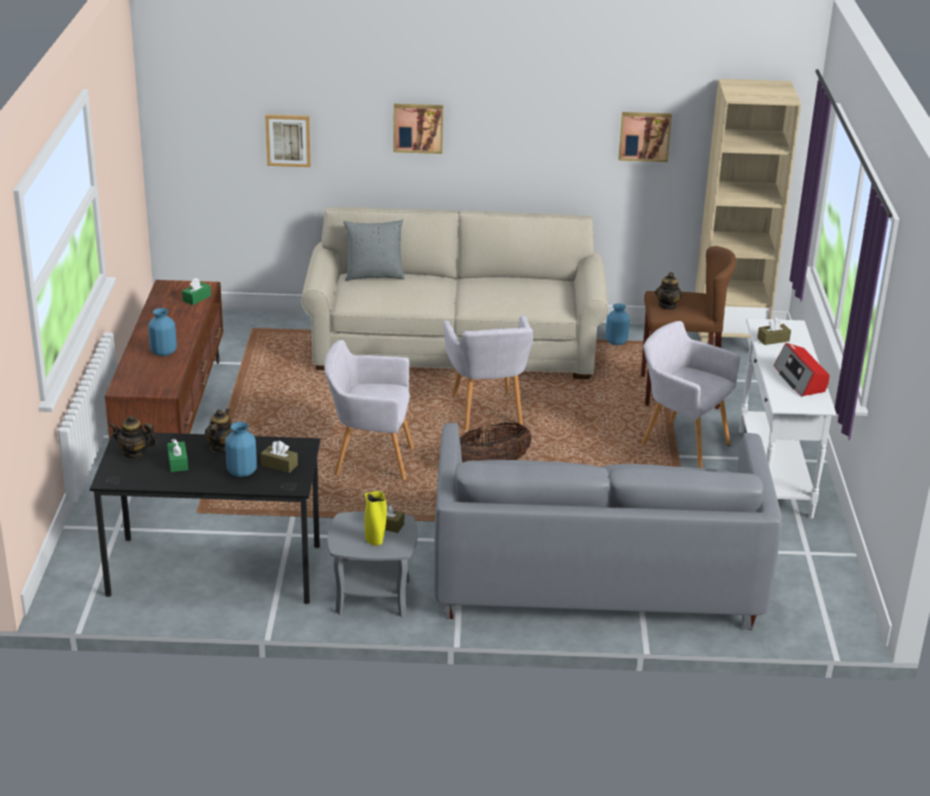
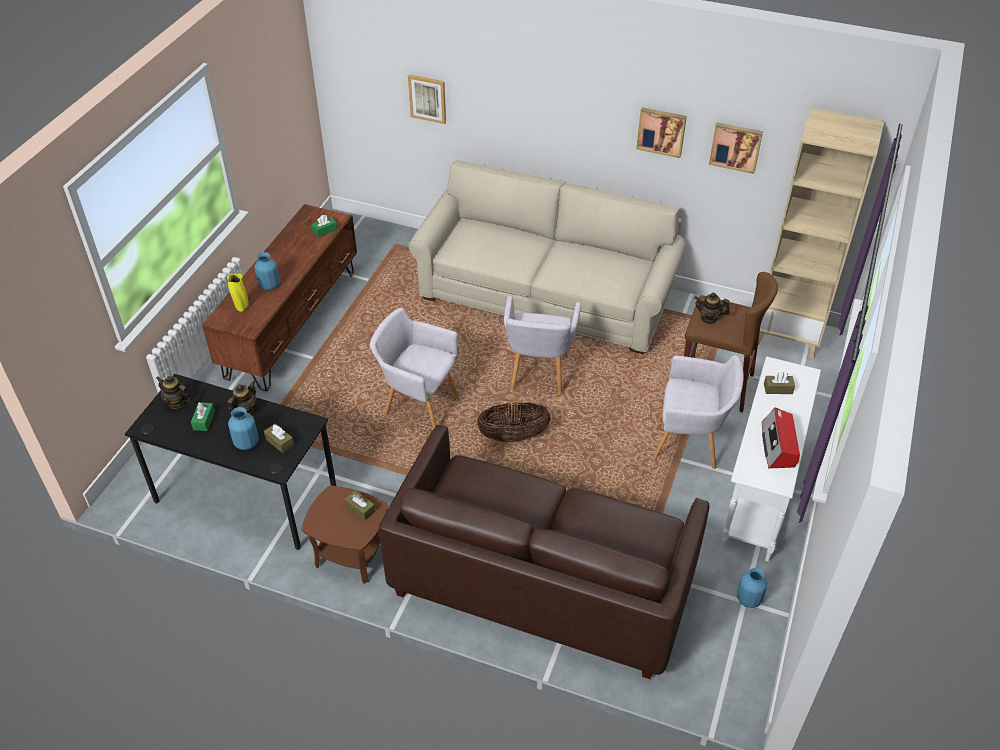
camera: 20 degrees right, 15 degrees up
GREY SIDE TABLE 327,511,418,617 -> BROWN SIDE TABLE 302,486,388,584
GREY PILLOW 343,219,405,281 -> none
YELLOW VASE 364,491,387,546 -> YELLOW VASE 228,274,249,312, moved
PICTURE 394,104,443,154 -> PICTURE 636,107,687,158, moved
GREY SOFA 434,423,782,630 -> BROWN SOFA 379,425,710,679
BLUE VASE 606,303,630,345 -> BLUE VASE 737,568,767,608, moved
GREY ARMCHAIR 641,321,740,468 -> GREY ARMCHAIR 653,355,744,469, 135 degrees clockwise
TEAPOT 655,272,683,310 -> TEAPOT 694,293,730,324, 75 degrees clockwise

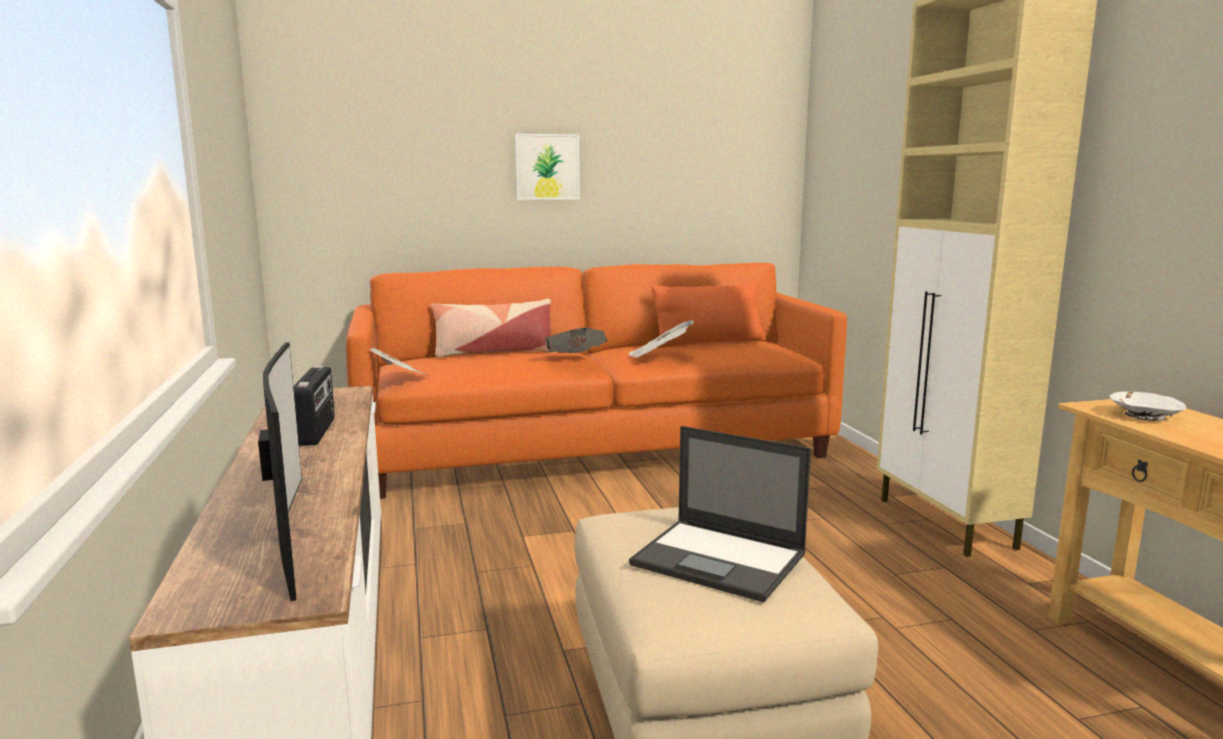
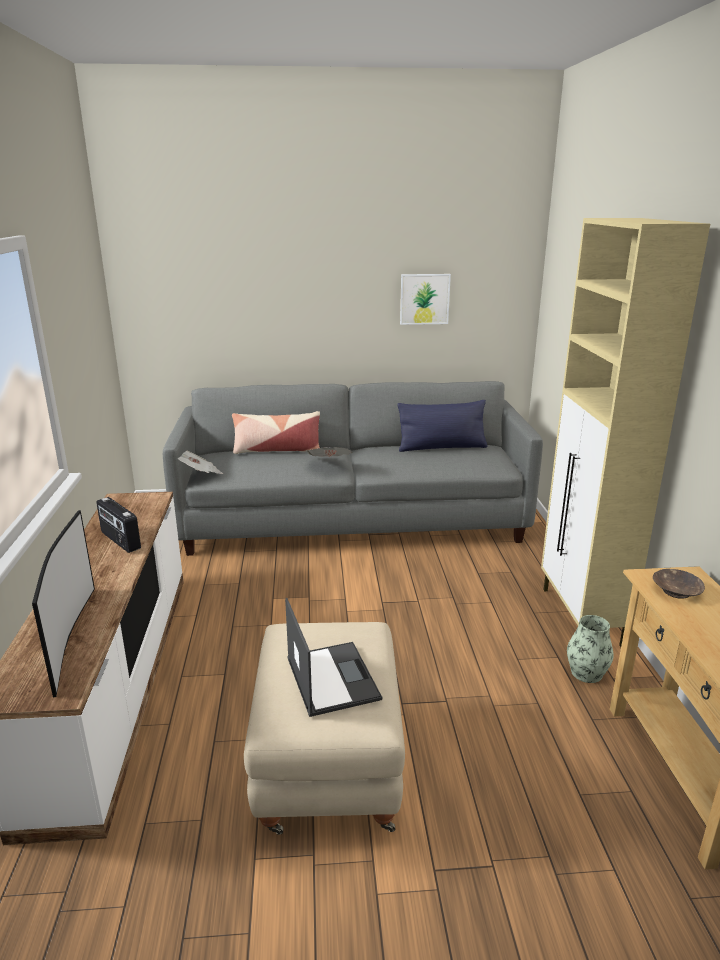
camera: 10 degrees right, 10 degrees up
RADIO 293,366,335,446 -> RADIO 96,497,141,553, 135 degrees clockwise
ORANGE SOFA 346,263,847,499 -> GREY SOFA 163,381,543,556
PICTURE 515,134,580,200 -> PICTURE 400,274,451,325, moved
NEWSPAPER 629,320,694,358 -> none
LAPTOP 629,426,811,602 -> LAPTOP 285,598,382,717, 150 degrees counterclockwise
ORANGE PILLOW 651,281,766,348 -> BLUE PILLOW 398,400,487,452
WHITE BOWL 1110,392,1186,421 -> BROWN BOWL 653,569,705,599
none -> VASE 567,615,614,683

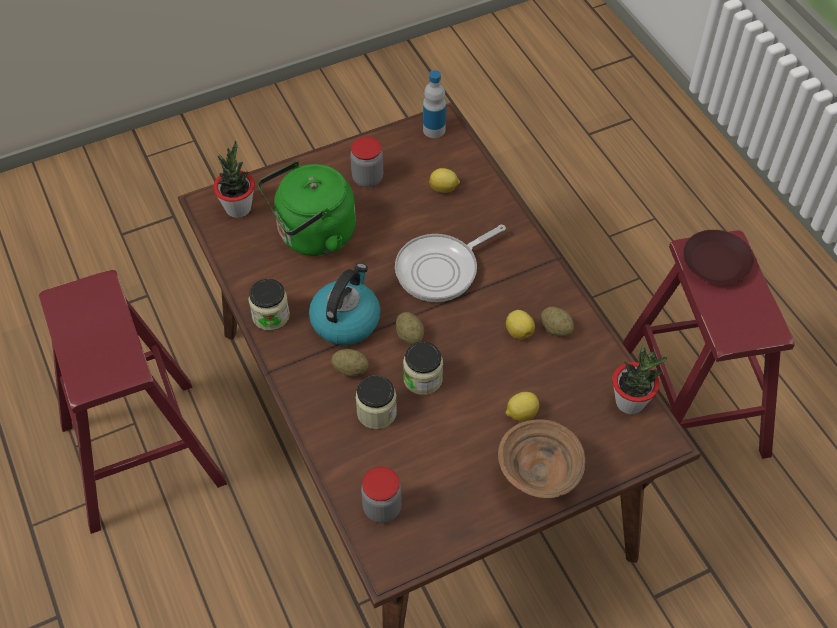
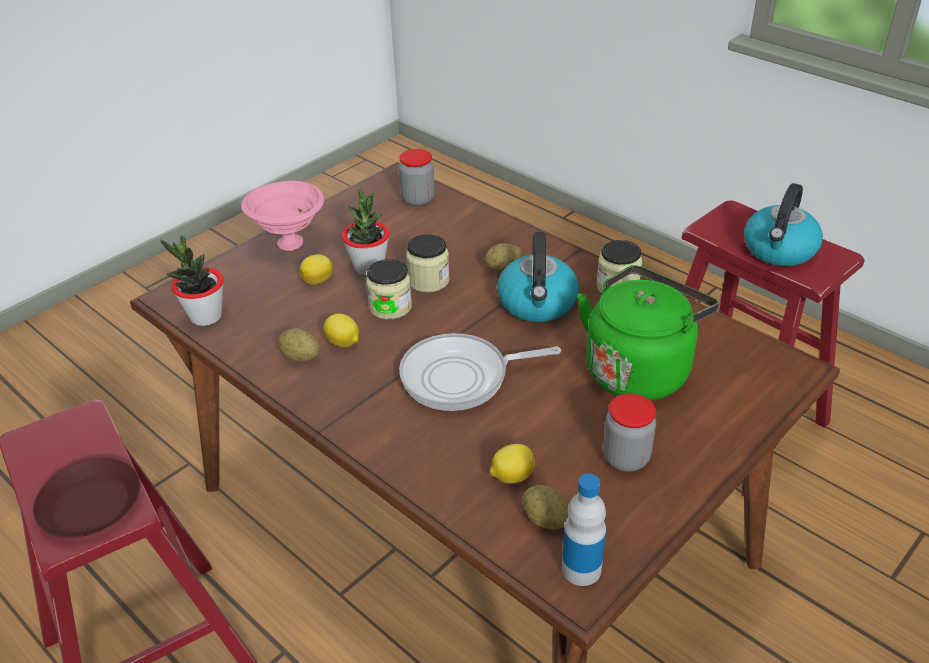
camera: 160 degrees right, 15 degrees down
POTTED PLANT 213,141,255,218 -> POTTED PLANT 342,189,390,275, moved
JAR 355,375,397,429 -> JAR 366,259,412,319, moved
FRYING PAN 395,225,506,302 -> FRYING PAN 399,333,561,411, 135 degrees counterclockwise
POTATO 396,312,424,344 -> POTATO 523,485,569,530, moved
BROWN BOWL 498,419,585,498 -> PINK BOWL 241,181,324,251
none -> KETTLE 744,183,823,266

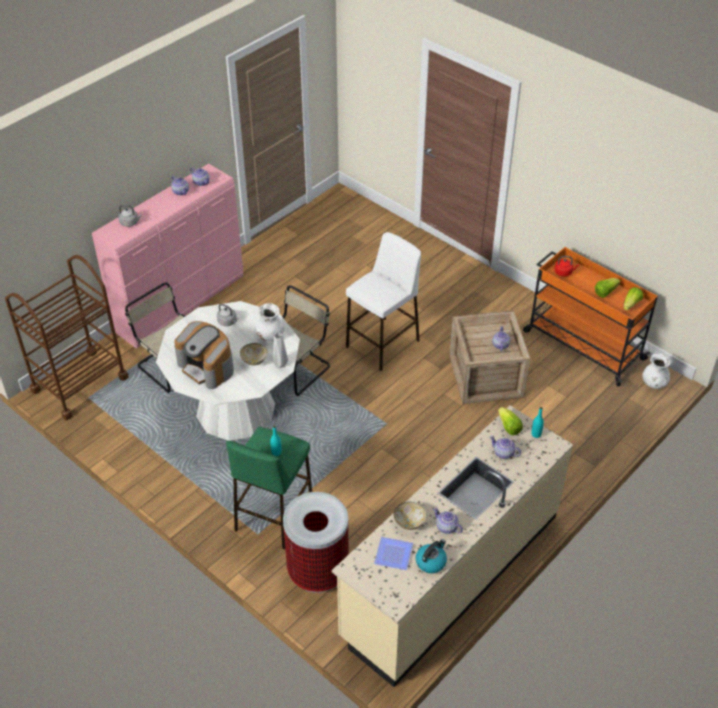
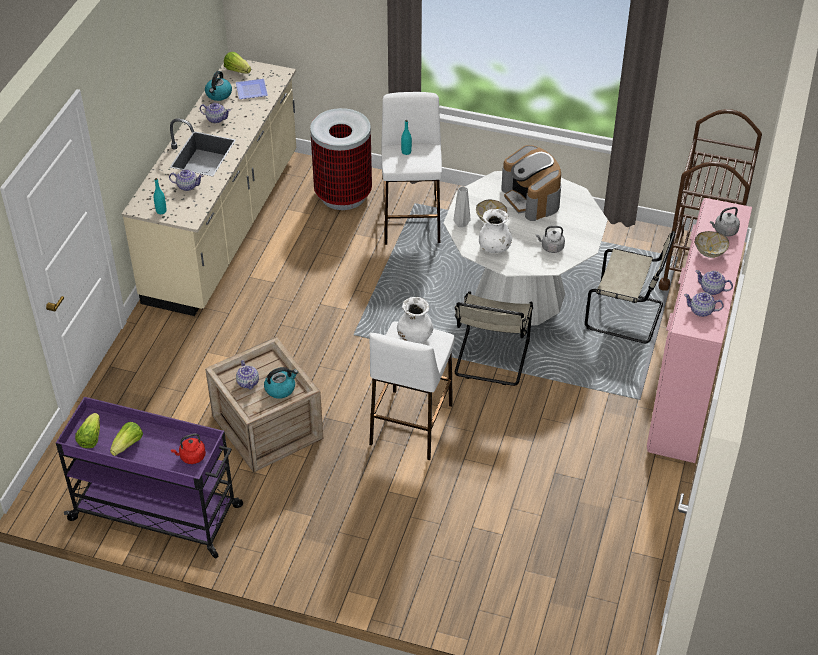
camera: 155 degrees right, 0 degrees up
COFFEE MACHINE 174,321,234,389 -> COFFEE MACHINE 501,145,561,221, 135 degrees counterclockwise
GREEN STOOL 226,427,312,549 -> WHITE STOOL 381,92,442,245
BOWL 394,502,427,530 -> BOWL 695,231,729,258, moved
LETTUCE 498,407,523,435 -> LETTUCE 224,52,251,73, moved
ORANGE CART 523,247,658,386 -> PURPLE CART 56,397,243,558
WHITE VASE 642,353,671,389 -> WHITE VASE 397,297,433,343, moved
none -> KETTLE 264,367,298,399

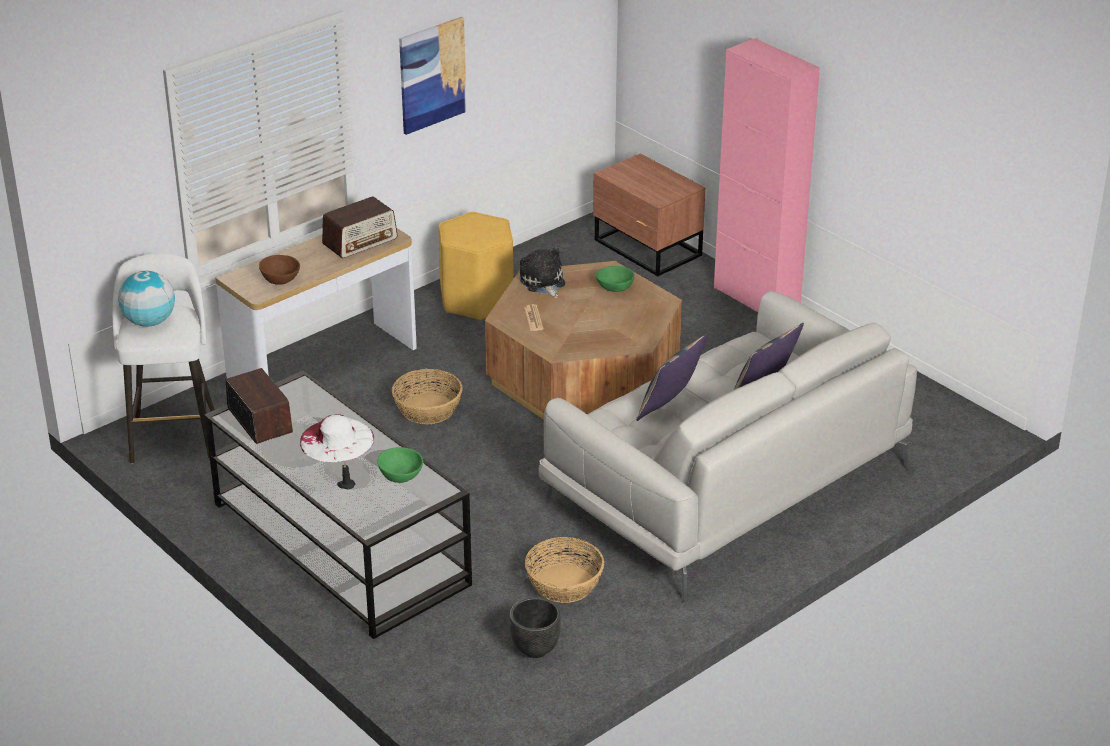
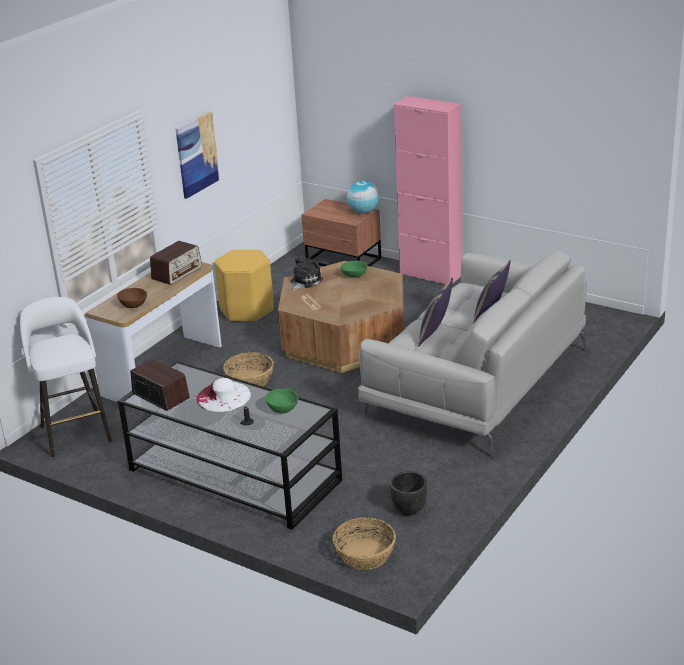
camera: 15 degrees left, 5 degrees down
GLOBE 118,271,175,327 -> GLOBE 347,181,379,214, moved
PLUSH TOY 520,247,565,298 -> PLUSH TOY 290,258,323,291, 75 degrees clockwise
BASKET 525,537,604,603 -> BASKET 333,517,396,570, moved

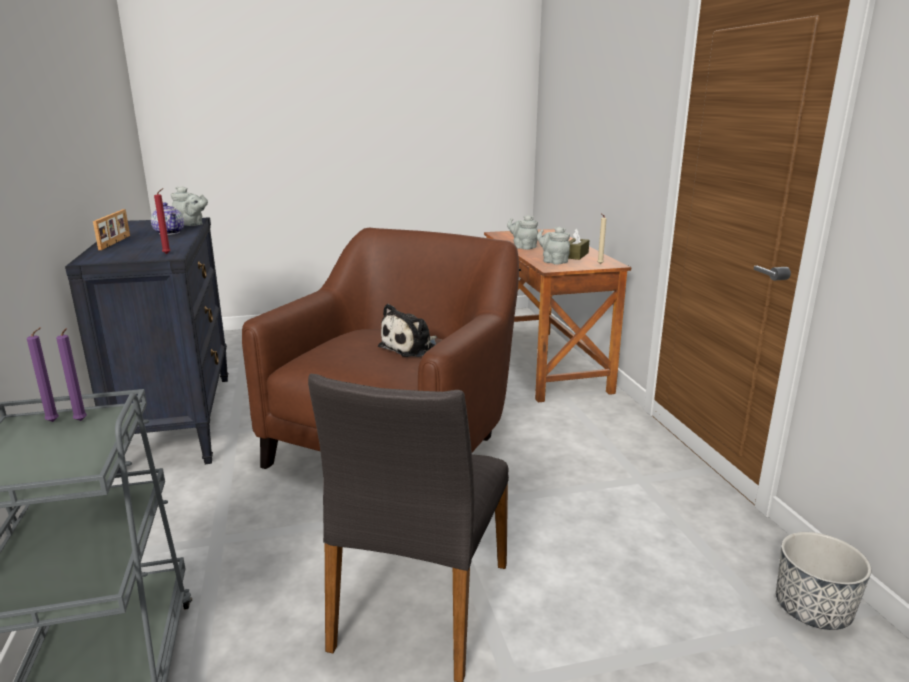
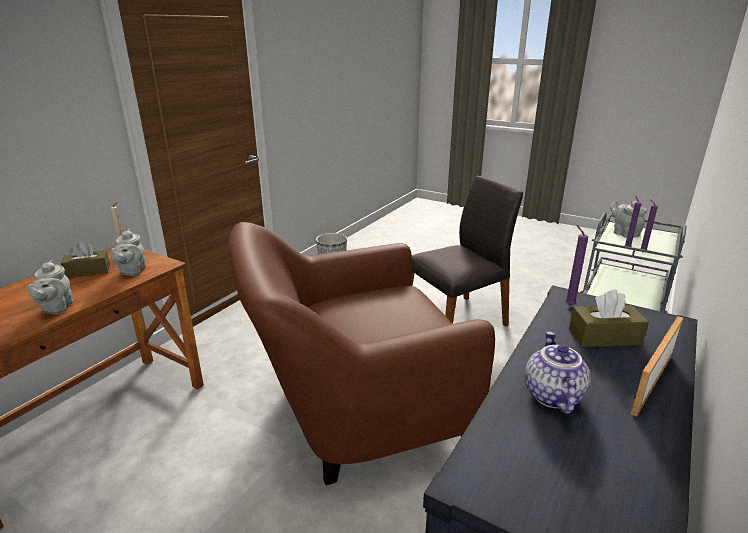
camera: 135 degrees left, 5 degrees up
RED CANDLE 154,188,171,254 -> PURPLE CANDLE 565,225,588,306
GREY TEAPOT 171,186,208,226 -> GREY TEAPOT 610,200,647,238, moved
PLUSH TOY 378,304,437,357 -> none
none -> BROWN TISSUE BOX 569,289,649,347

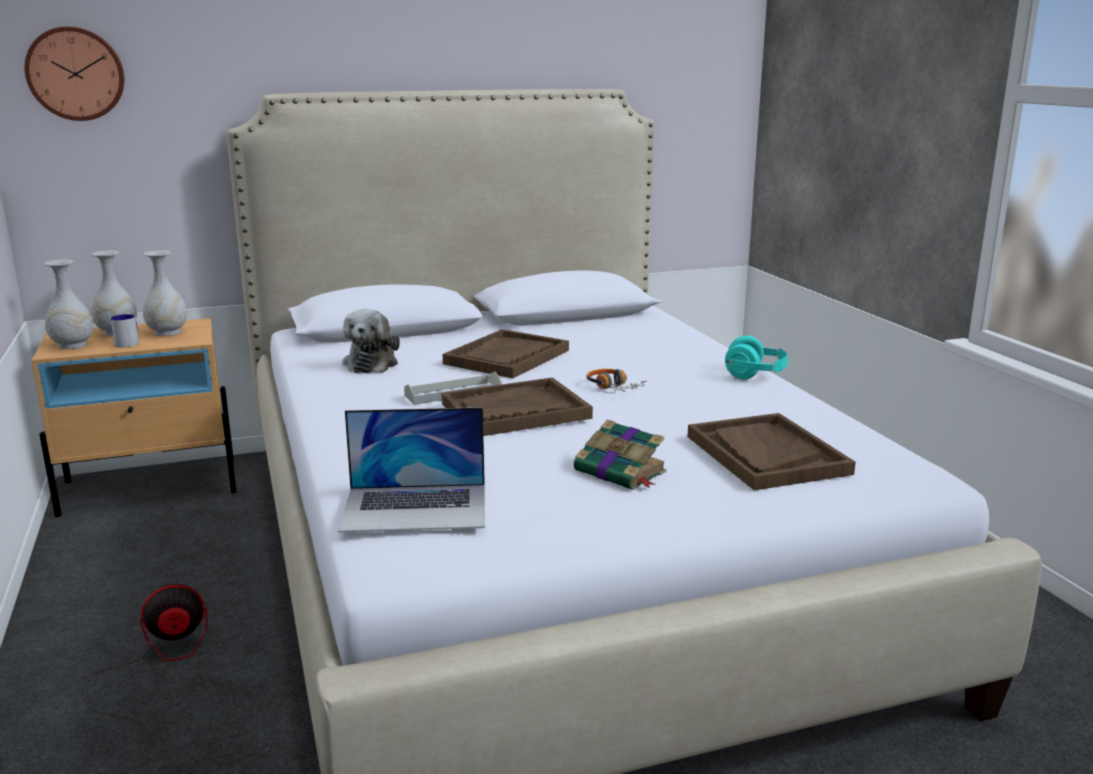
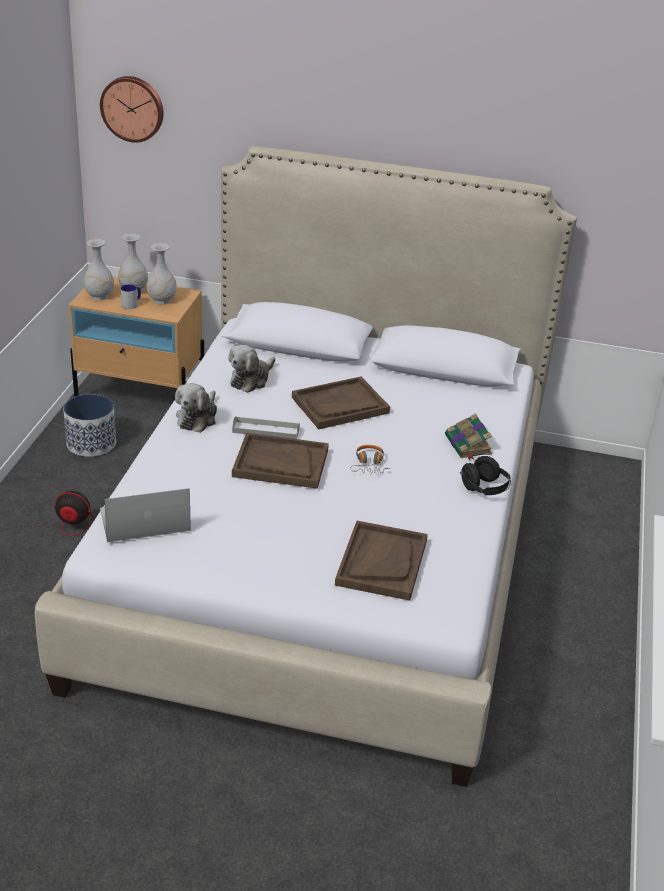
camera: 30 degrees right, 15 degrees up
LAPTOP 338,407,485,532 -> LAPTOP 100,488,191,542, 135 degrees clockwise
BOOK 574,420,666,490 -> BOOK 445,413,492,460, moved
TURQUOISE HEADPHONES 725,336,790,380 -> BLACK HEADPHONES 460,456,511,495
none -> PLANTER 63,394,116,457
none -> PLUSH TOY 175,383,217,433

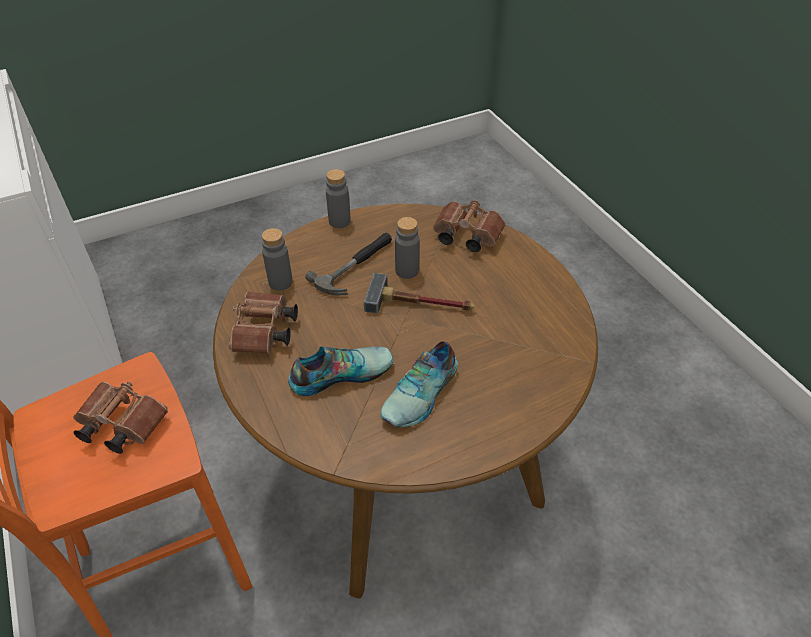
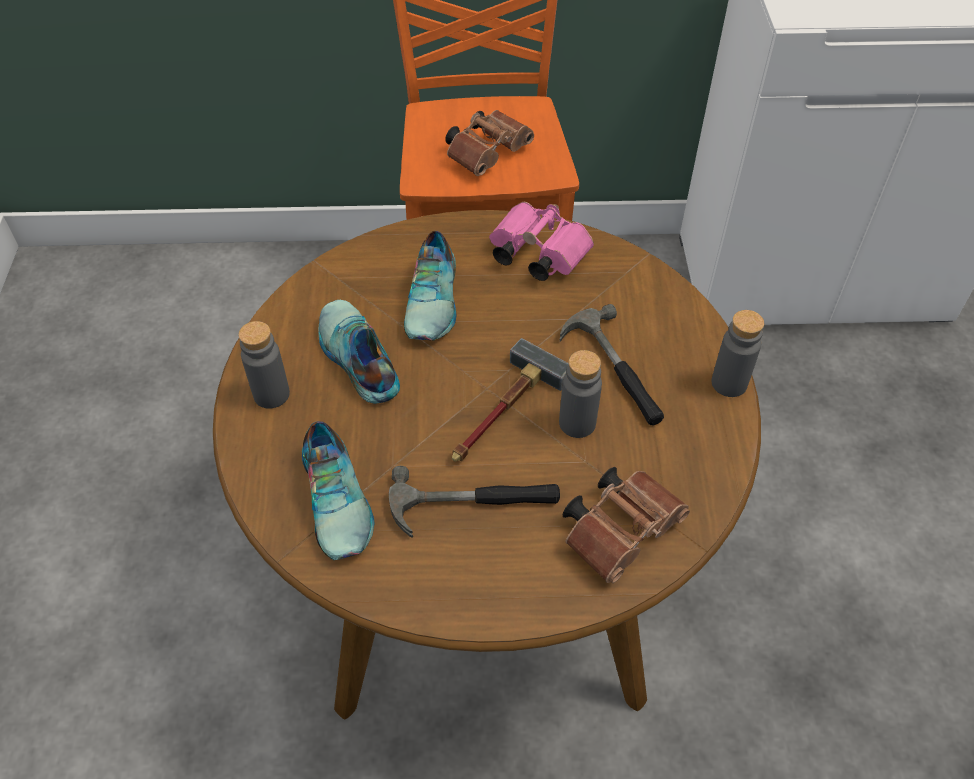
camera: 115 degrees right, 5 degrees up
BROWN BINOCULARS 229,291,298,354 -> PINK BINOCULARS 489,202,594,281
GREY BOTTLE 262,228,293,291 -> GREY BOTTLE 238,321,290,408, moved
none -> SHOE 302,421,375,560
none -> HAMMER 389,466,560,538

